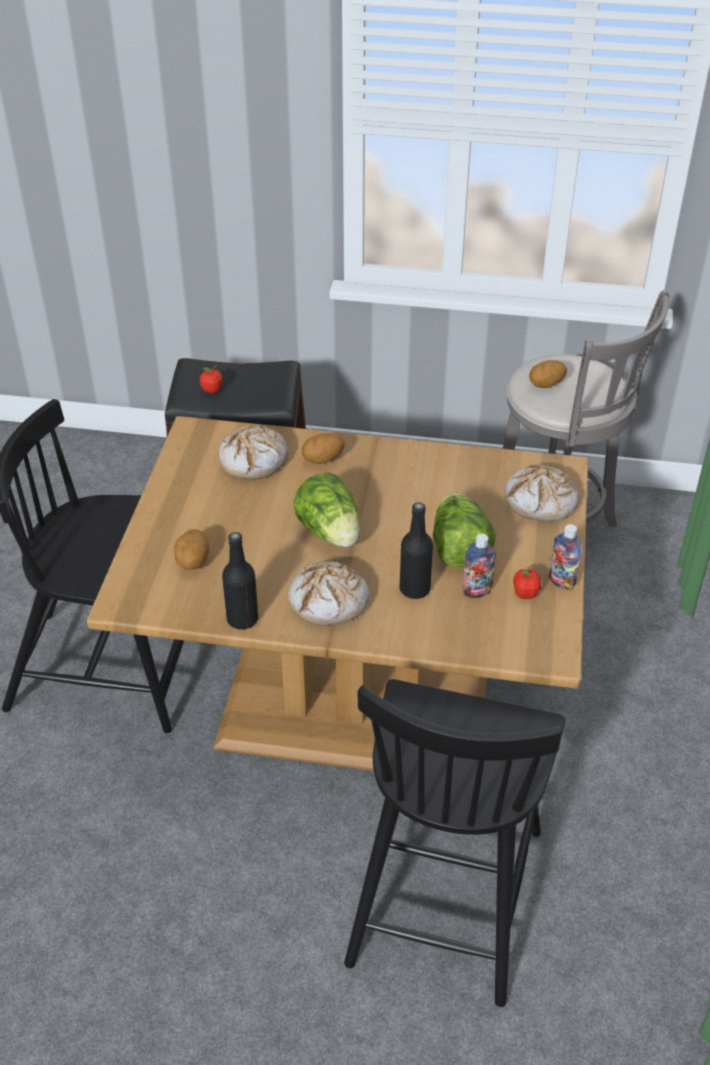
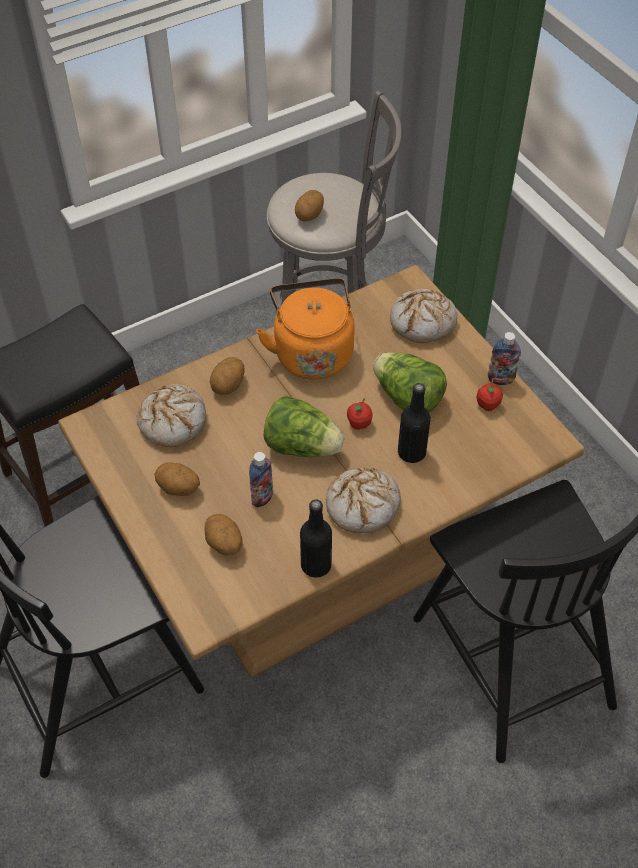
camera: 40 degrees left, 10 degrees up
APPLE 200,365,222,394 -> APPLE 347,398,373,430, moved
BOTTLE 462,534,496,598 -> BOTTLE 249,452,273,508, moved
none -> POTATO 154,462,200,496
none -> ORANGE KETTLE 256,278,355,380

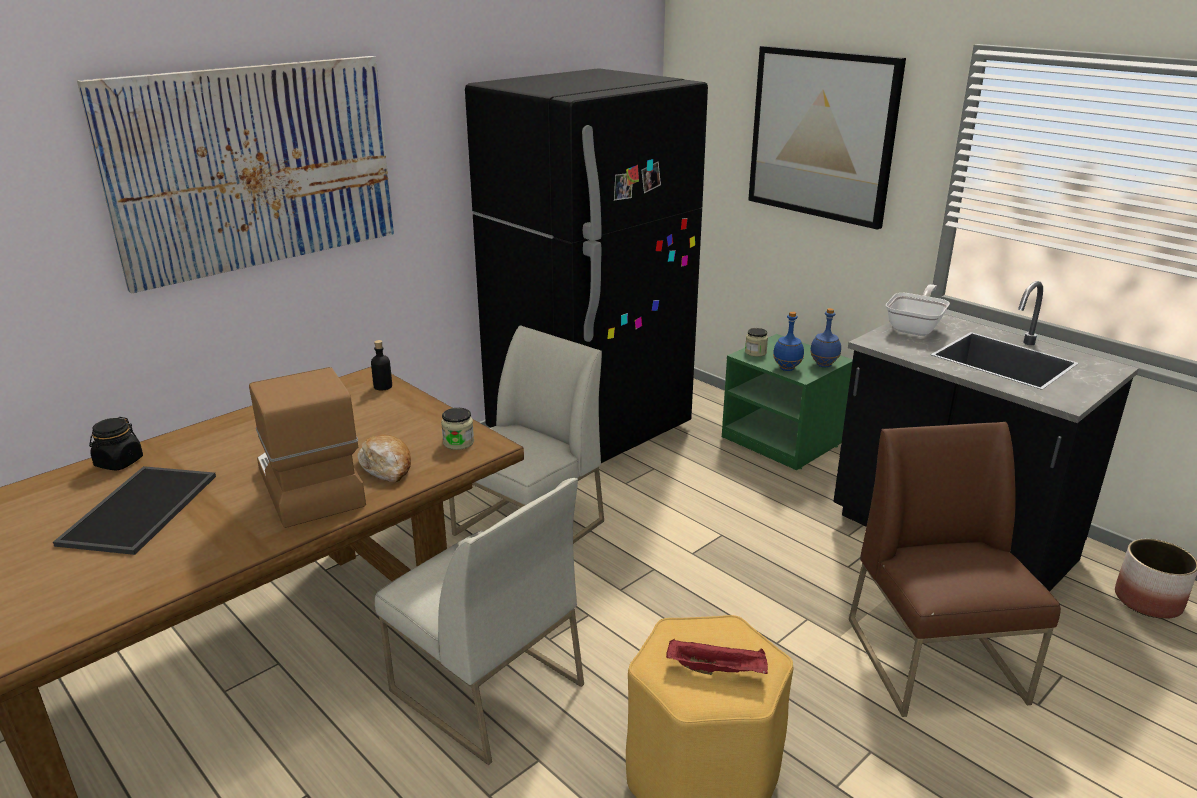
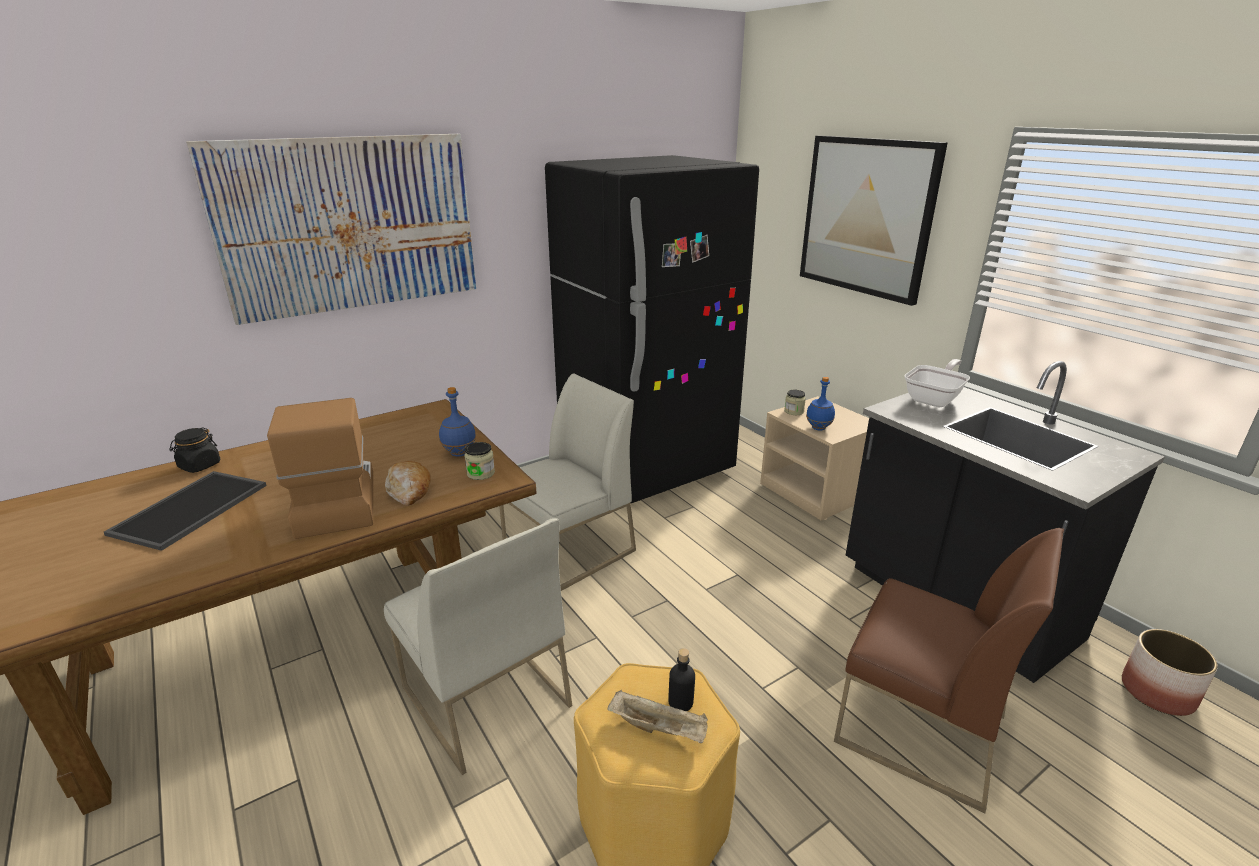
camera: 10 degrees right, 0 degrees up
BLACK BOTTLE 371,340,392,391 -> BLACK BOTTLE 668,648,695,711, moved
RED TRAY 666,639,768,675 -> BEIGE TRAY 607,690,708,743
GREEN NIGHTSTAND 722,334,853,470 -> BEIGE NIGHTSTAND 760,396,869,520
BLUE BOTTLE 810,308,841,367 -> BLUE BOTTLE 439,387,476,457, moved
BROWN CHAIR 849,422,1061,717 -> BROWN CHAIR 834,528,1064,813, 120 degrees clockwise

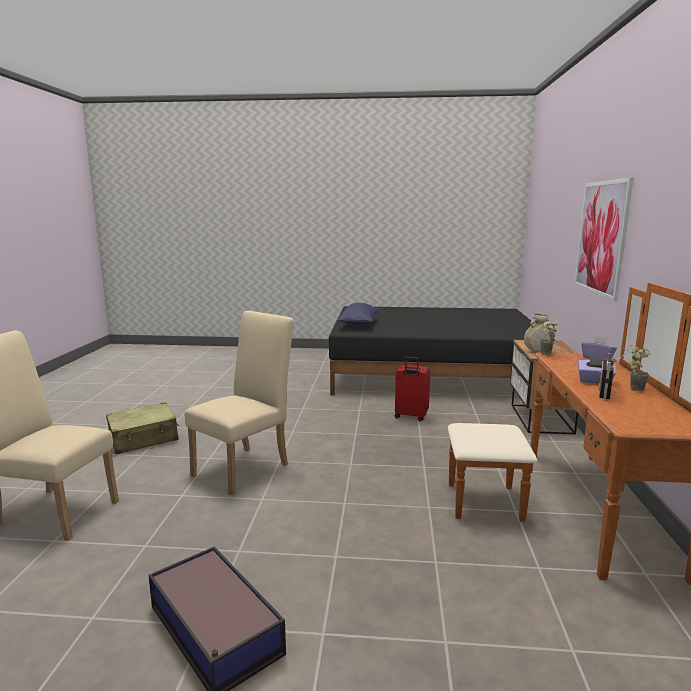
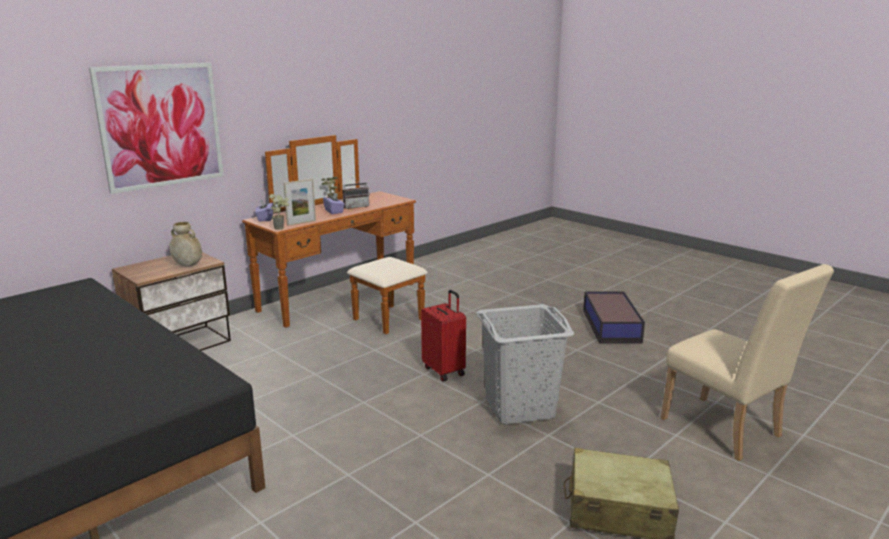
camera: 140 degrees left, 5 degrees up
BEIGE CHAIR 185,311,294,495 -> GREY LAUNDRY BASKET 476,304,574,424
BLUE PILLOW 337,303,380,326 -> none
RED SUITCASE 394,357,431,421 -> RED SUITCASE 421,290,466,382, moved
none -> PICTURE FRAME 284,179,316,226

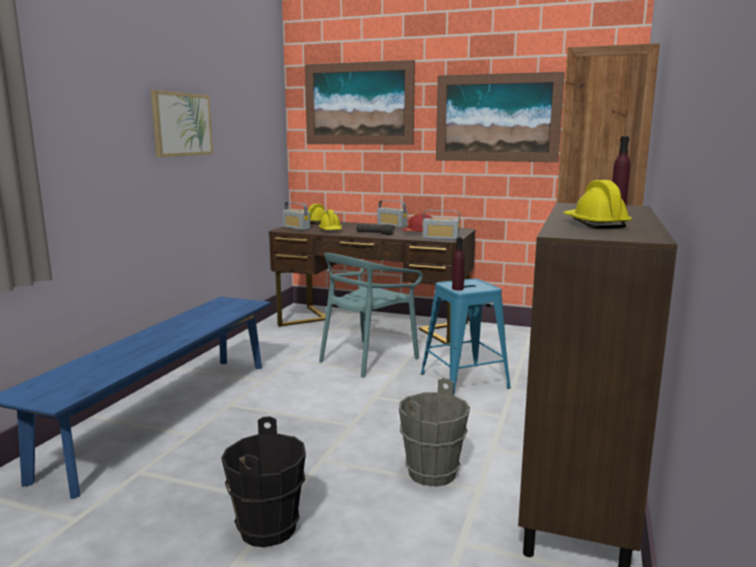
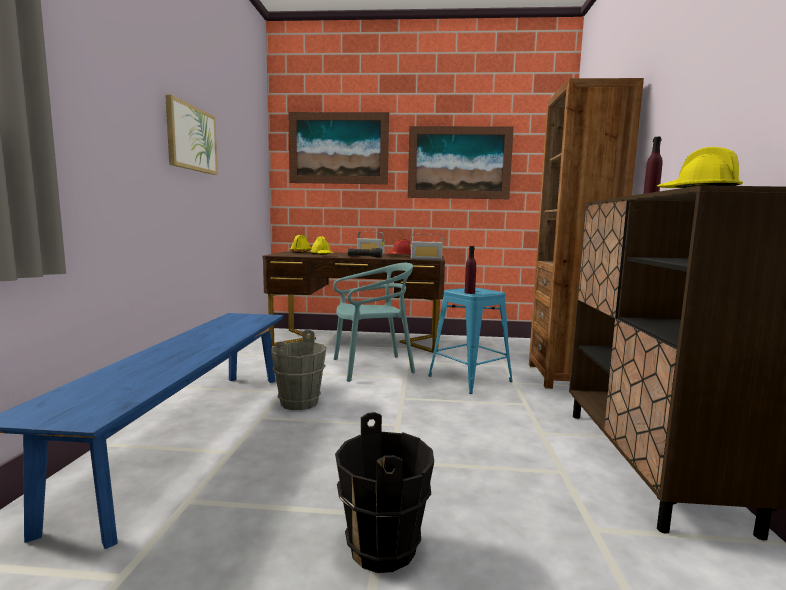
camera: 15 degrees left, 5 degrees down
RADIO 283,202,310,230 -> none
TURQUOISE CHAIR 319,253,423,378 -> TURQUOISE CHAIR 333,263,415,382, 135 degrees counterclockwise
GREY BUCKET 399,378,470,487 -> GREY BUCKET 271,330,326,410, moved

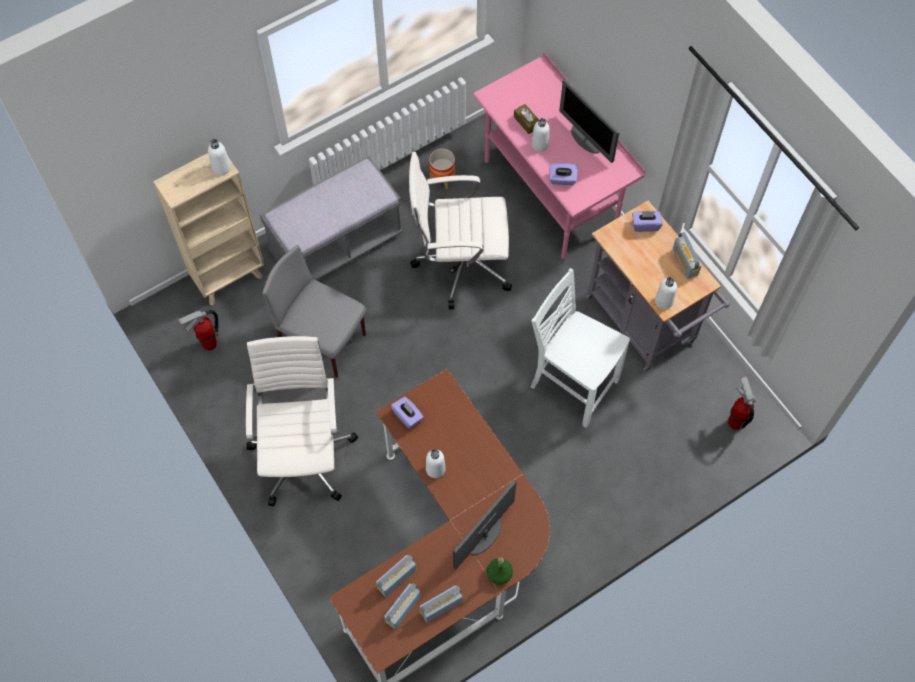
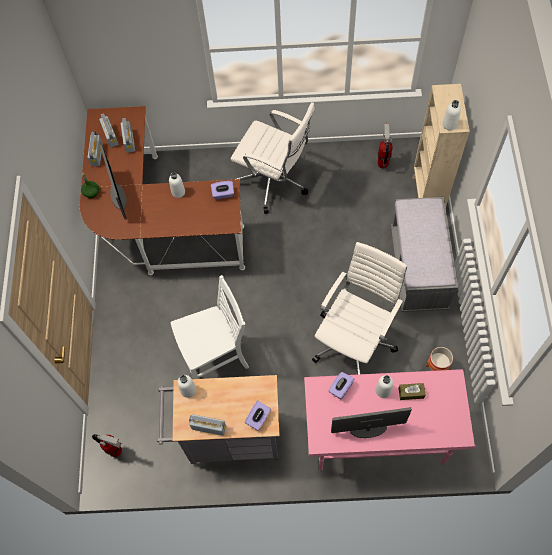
camera: 125 degrees right, 0 degrees up
GREY CHAIR 262,245,366,378 -> none

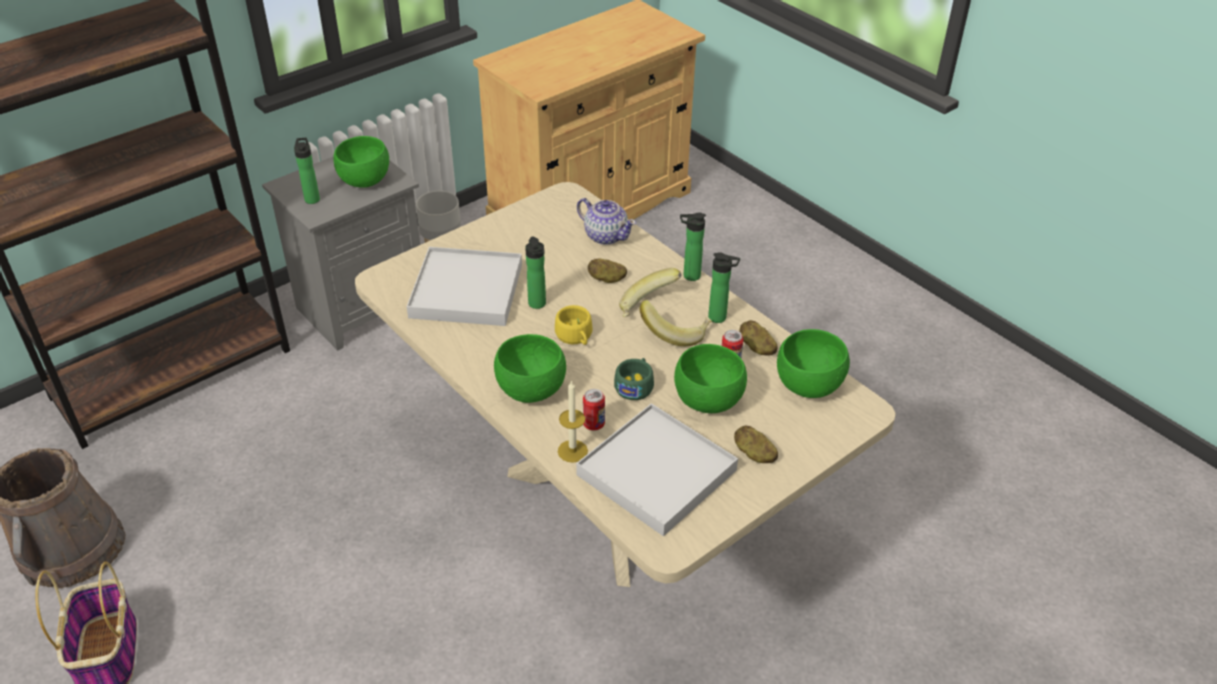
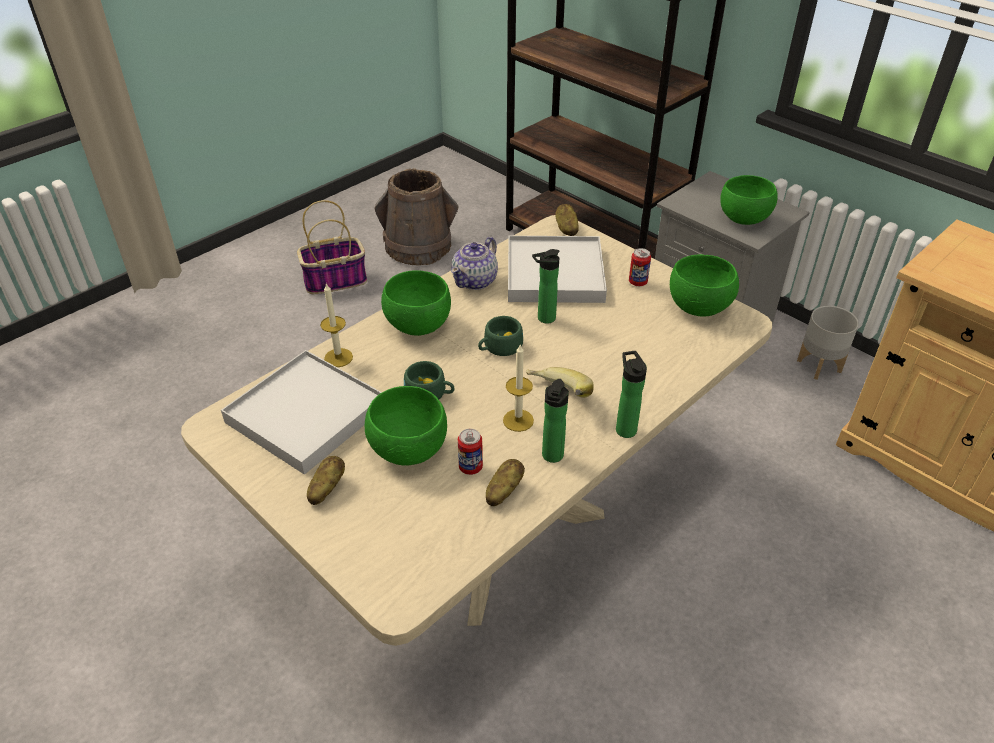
camera: 85 degrees right, 0 degrees up
BOTTLE 294,138,320,204 -> none
YELLOW CUP 555,305,592,345 -> GREEN CUP 478,316,523,356
TEAPOT 577,198,636,245 -> TEAPOT 451,237,498,290, moved
CAN 583,389,605,431 -> CAN 629,248,651,286, moved
POTATO 588,259,627,283 -> POTATO 555,204,579,236, moved
BANANA 640,300,712,346 -> CANDLE 503,345,534,432
GREEN BOWL 777,329,850,398 -> GREEN BOWL 670,254,739,317, moved

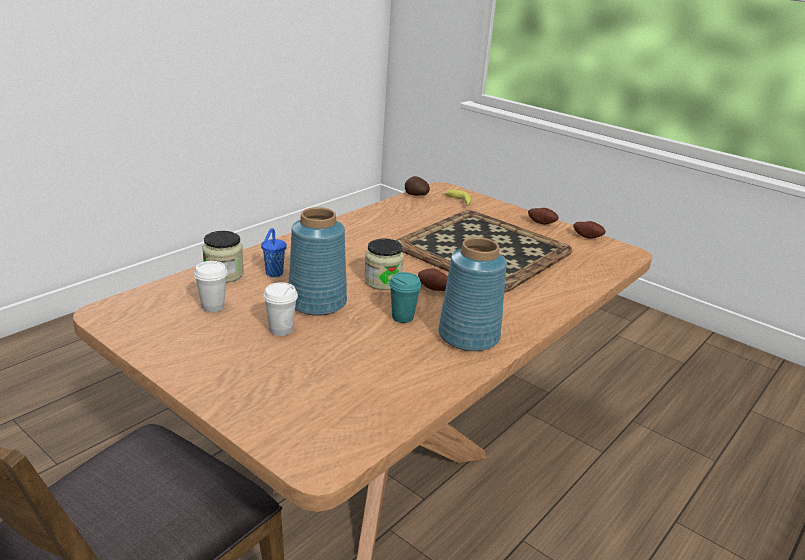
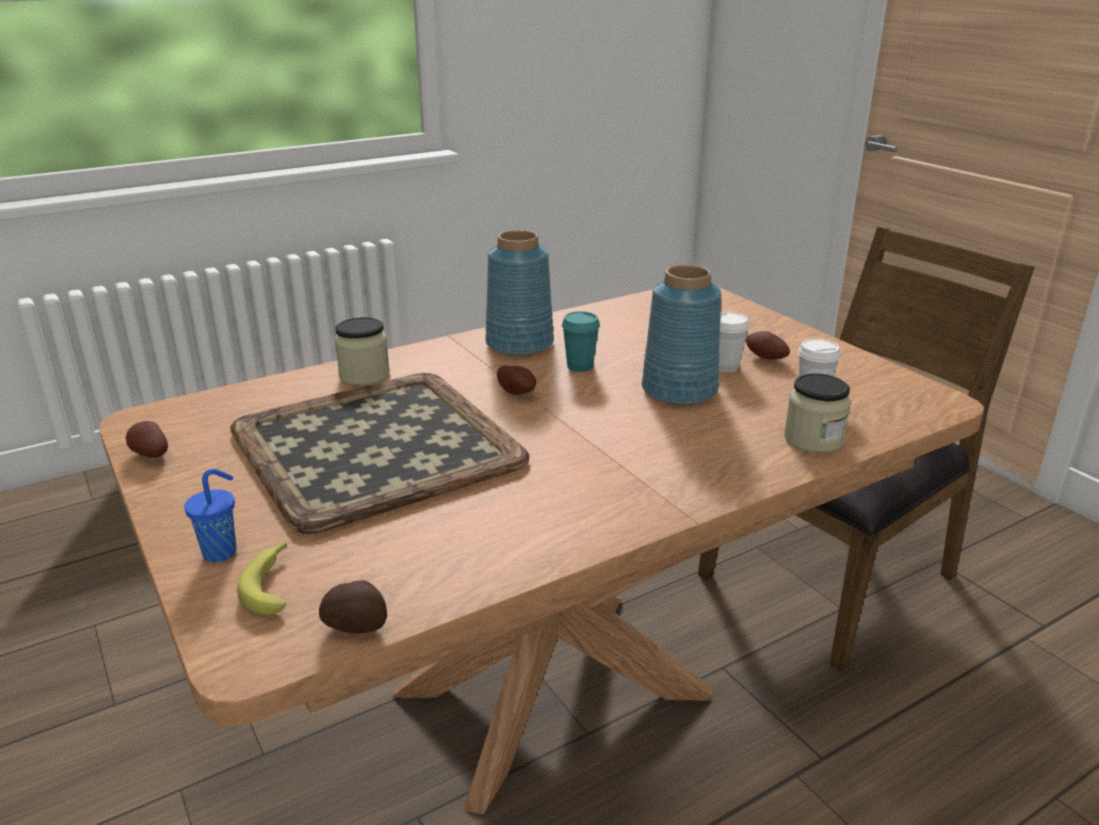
camera: 160 degrees left, 0 degrees up
BLUE CUP 261,228,287,277 -> BLUE CUP 184,469,236,562, moved
JAR 364,238,404,290 -> JAR 334,317,390,385, moved
POTATO 528,208,559,225 -> POTATO 746,331,790,359, moved

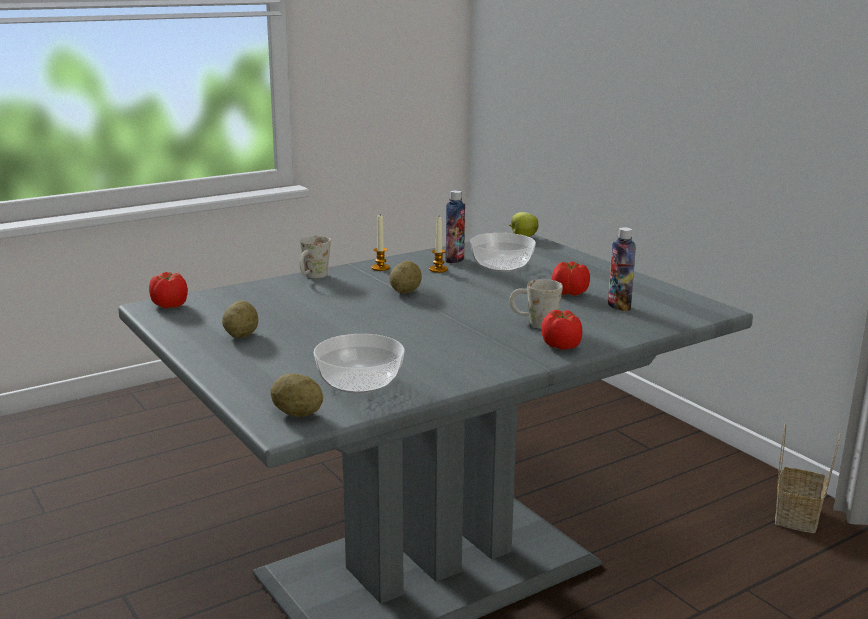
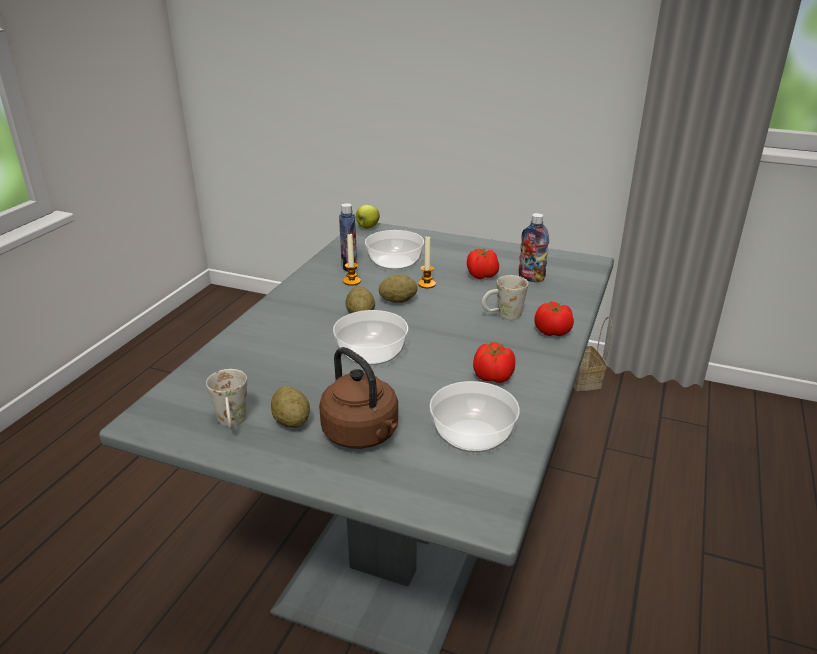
camera: 35 degrees left, 10 degrees up
TOMATO 149,272,188,308 -> TOMATO 473,342,515,383, moved
POTATO 270,373,323,417 -> POTATO 379,274,418,303, moved
WHITE MUG 300,236,331,278 -> WHITE MUG 206,369,247,429, moved
CANDLE 371,215,390,271 -> CANDLE 418,237,436,289, moved
none -> BROWN KETTLE 319,347,398,449
none -> BOWL 333,310,408,365

